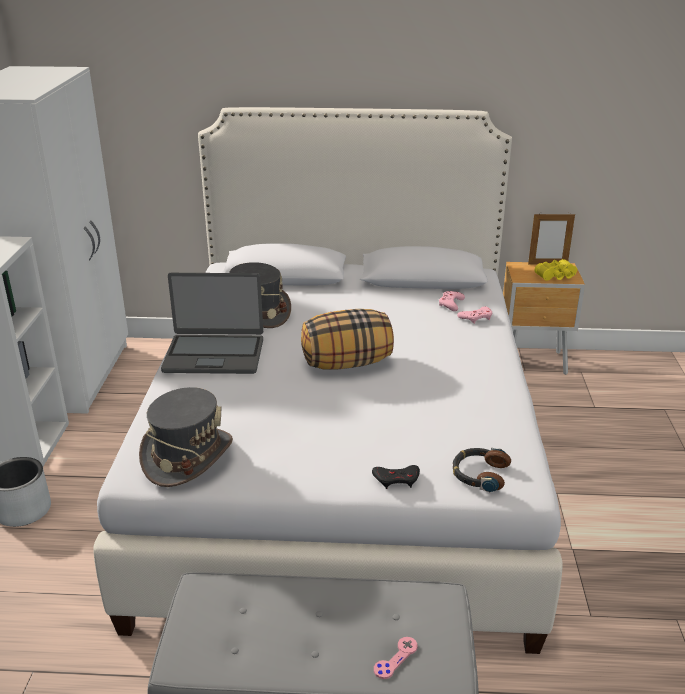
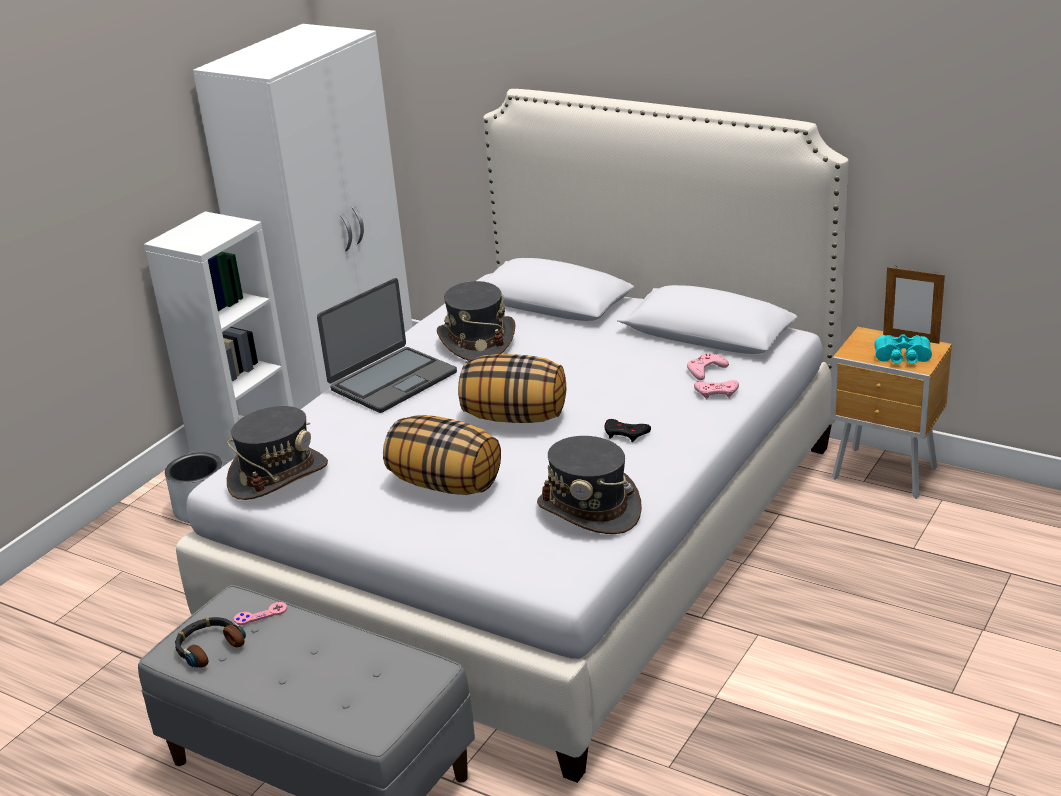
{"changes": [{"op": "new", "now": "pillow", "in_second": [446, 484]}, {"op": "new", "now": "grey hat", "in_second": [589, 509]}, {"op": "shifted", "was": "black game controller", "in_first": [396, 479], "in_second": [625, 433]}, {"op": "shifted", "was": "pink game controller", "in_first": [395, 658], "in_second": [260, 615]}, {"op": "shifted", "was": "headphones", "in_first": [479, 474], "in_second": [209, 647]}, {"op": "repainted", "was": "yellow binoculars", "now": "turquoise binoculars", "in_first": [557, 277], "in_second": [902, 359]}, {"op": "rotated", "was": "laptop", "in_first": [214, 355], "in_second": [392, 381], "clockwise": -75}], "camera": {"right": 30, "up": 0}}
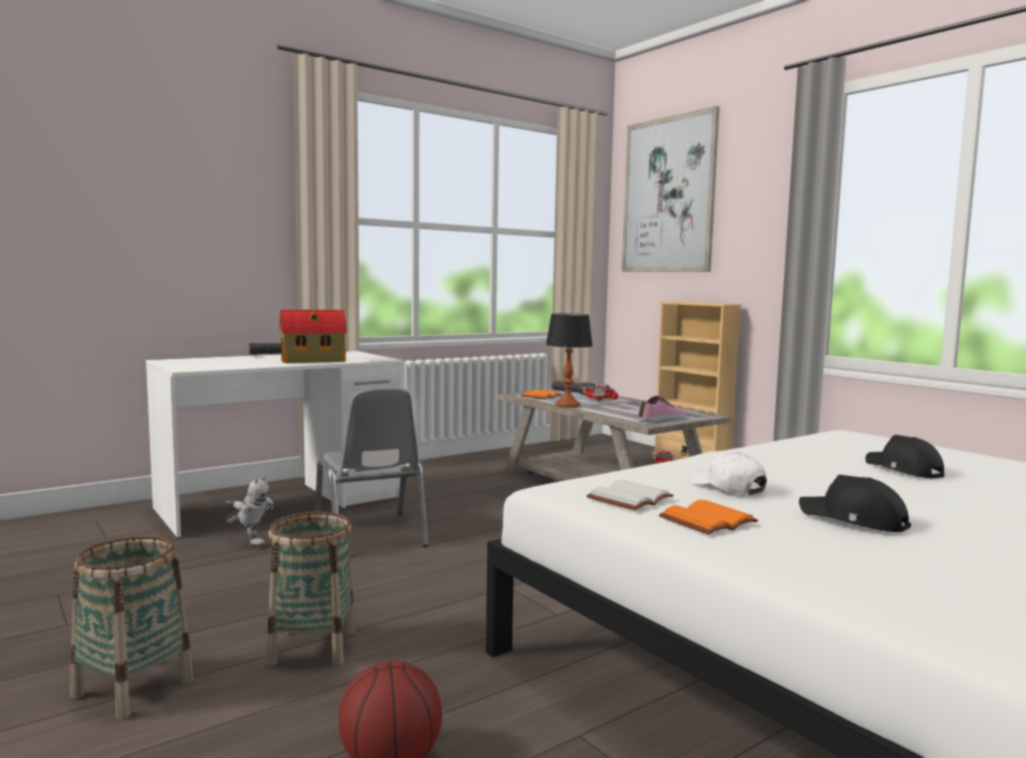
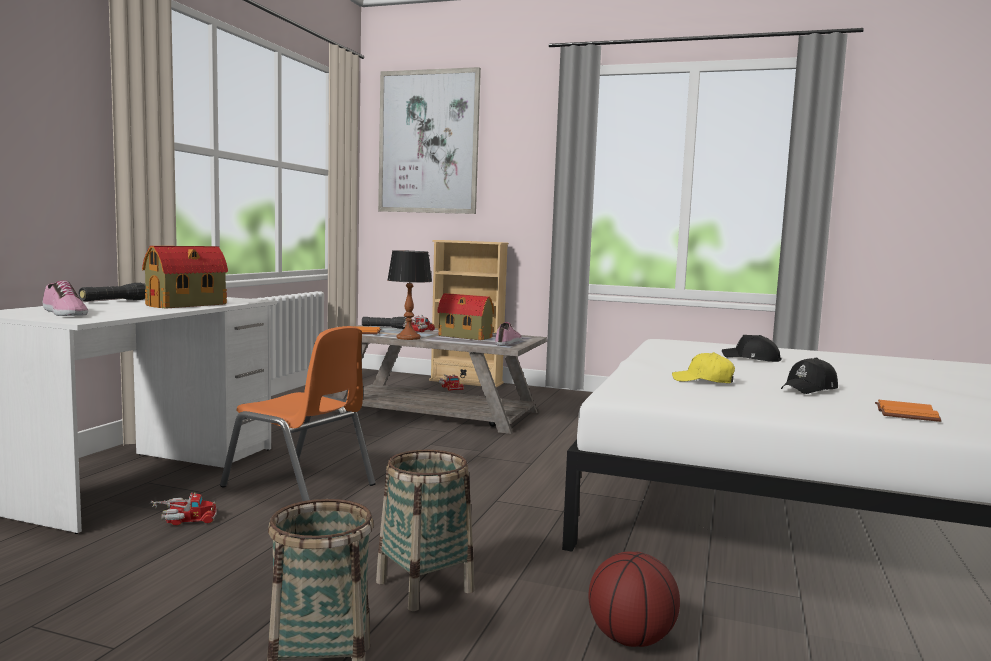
{"changes": [{"op": "gone", "was": "white book", "in_first": [631, 499]}, {"op": "new", "now": "shoe", "in_second": [63, 313]}, {"op": "new", "now": "toy house", "in_second": [466, 337]}, {"op": "shifted", "was": "orange book", "in_first": [707, 520], "in_second": [904, 413]}, {"op": "swapped", "was": "toy robot", "now": "toy truck", "in_first": [251, 543], "in_second": [183, 519]}, {"op": "repainted", "was": "grey chair", "now": "orange chair", "in_first": [370, 534], "in_second": [300, 486]}, {"op": "repainted", "was": "white cap", "now": "yellow cap", "in_first": [727, 487], "in_second": [703, 381]}, {"op": "rotated", "was": "black cap", "in_first": [853, 520], "in_second": [810, 389], "clockwise": -45}], "camera": {"right": -35, "up": 0}}
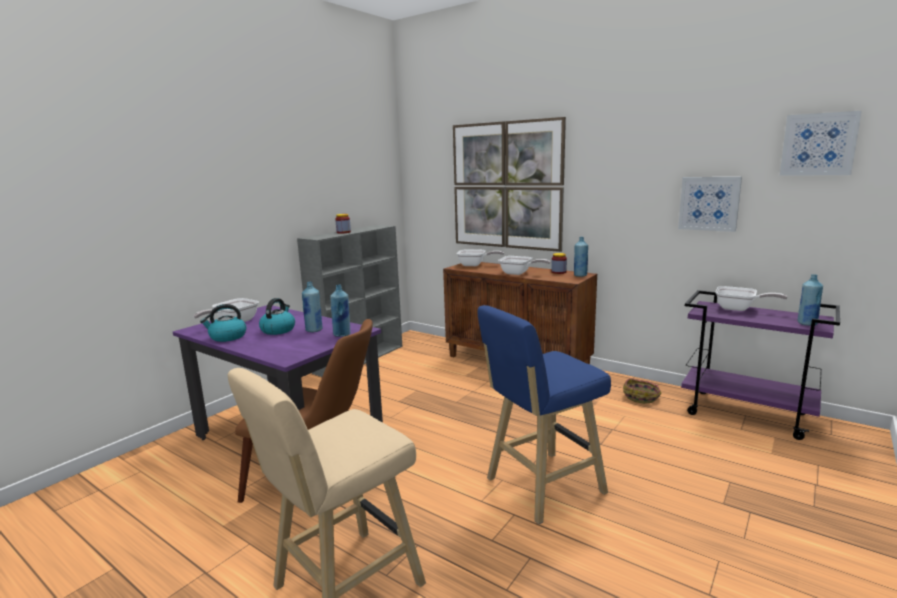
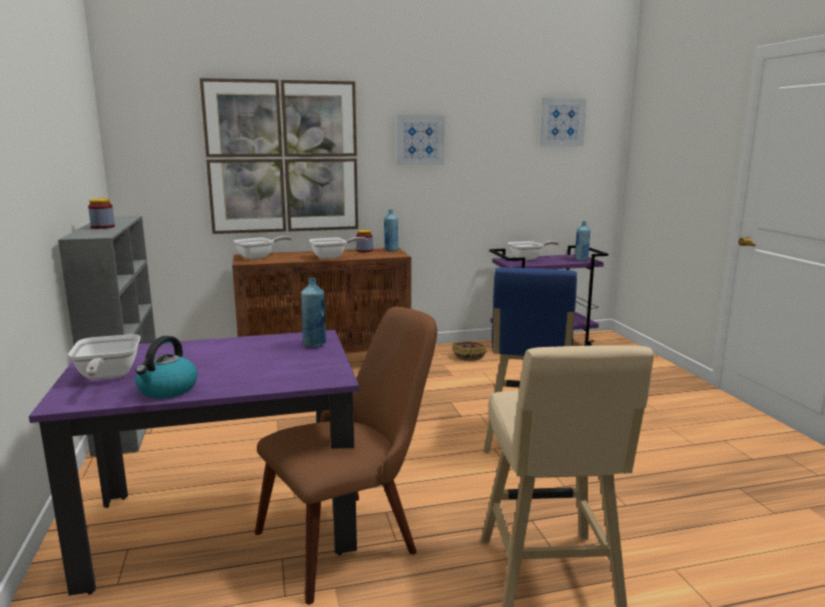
{"changes": [{"op": "gone", "was": "kettle", "in_first": [278, 330]}, {"op": "gone", "was": "blue bottle", "in_first": [314, 330]}, {"op": "shifted", "was": "picture", "in_first": [709, 203], "in_second": [420, 140]}], "camera": {"right": -50, "up": 0}}
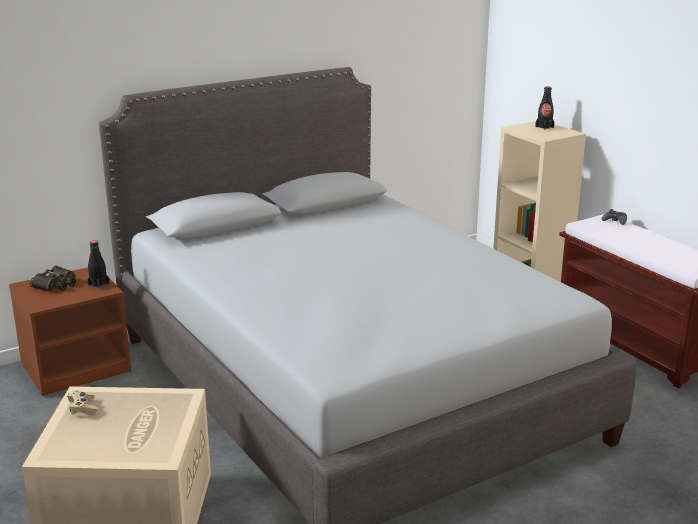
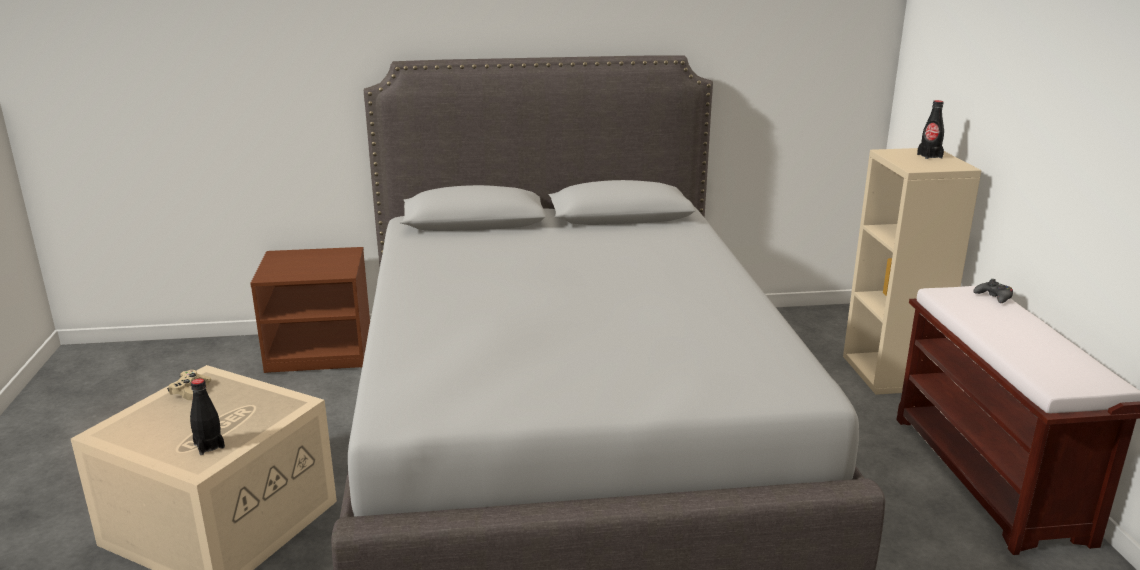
{"changes": [{"op": "gone", "was": "binoculars", "in_first": [56, 285]}, {"op": "shifted", "was": "black bottle", "in_first": [98, 284], "in_second": [209, 446]}], "camera": {"right": 25, "up": 0}}
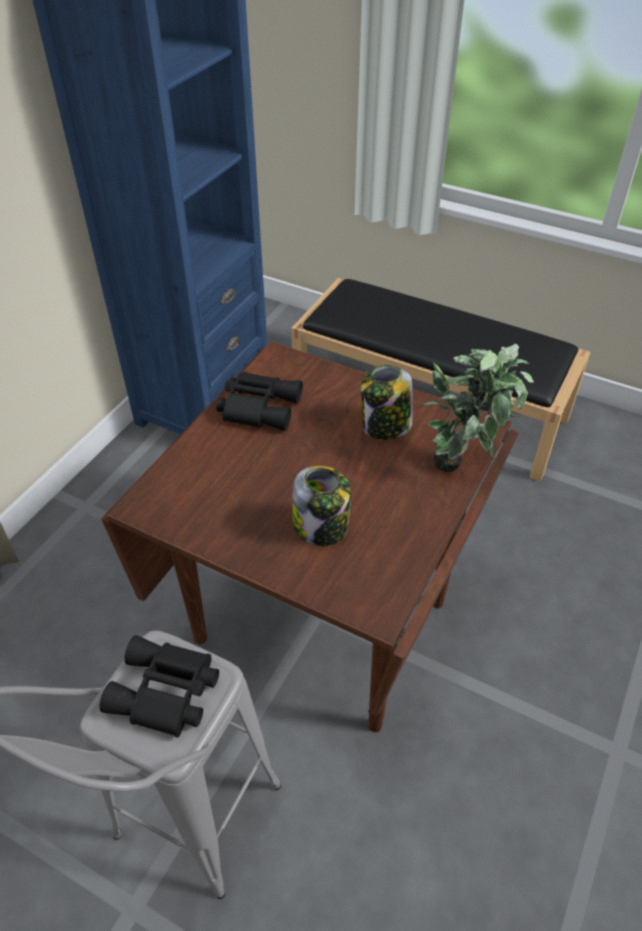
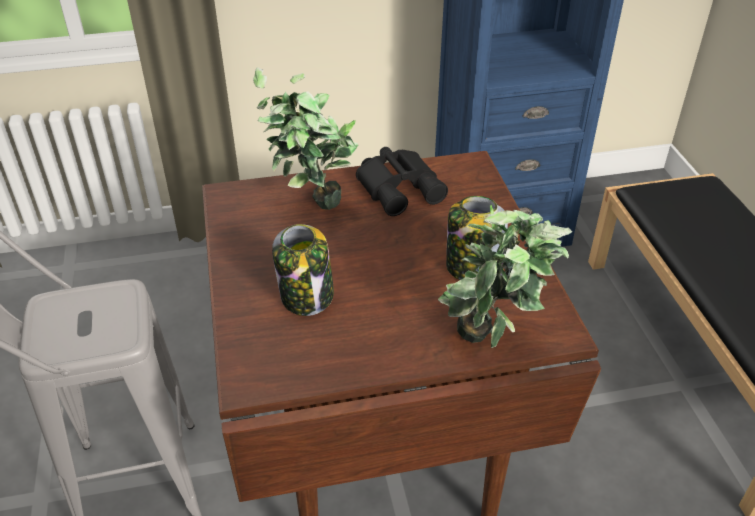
{"changes": [{"op": "gone", "was": "black binoculars", "in_first": [165, 694]}, {"op": "new", "now": "potted plant", "in_second": [311, 209]}], "camera": {"right": 50, "up": -5}}
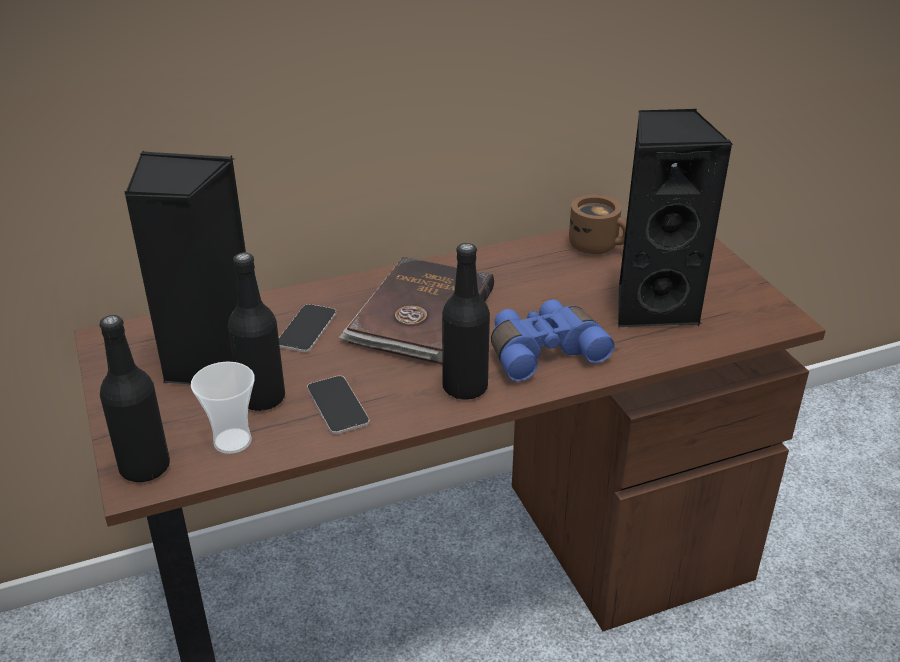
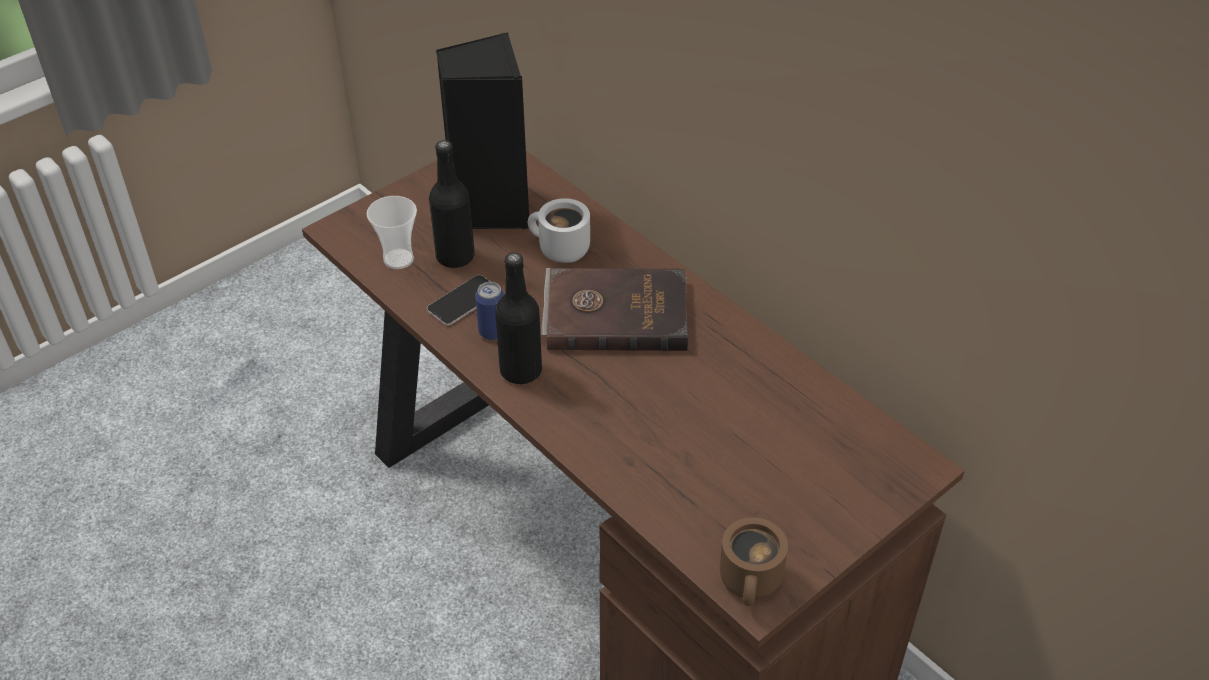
{"changes": [{"op": "gone", "was": "black bottle", "in_first": [145, 467]}, {"op": "gone", "was": "blue binoculars", "in_first": [543, 351]}, {"op": "gone", "was": "black speaker", "in_first": [653, 306]}, {"op": "new", "now": "can", "in_second": [492, 332]}, {"op": "shifted", "was": "brown mug", "in_first": [598, 245], "in_second": [752, 583]}, {"op": "swapped", "was": "phone", "now": "white mug", "in_first": [306, 329], "in_second": [559, 250]}], "camera": {"right": 70, "up": 10}}
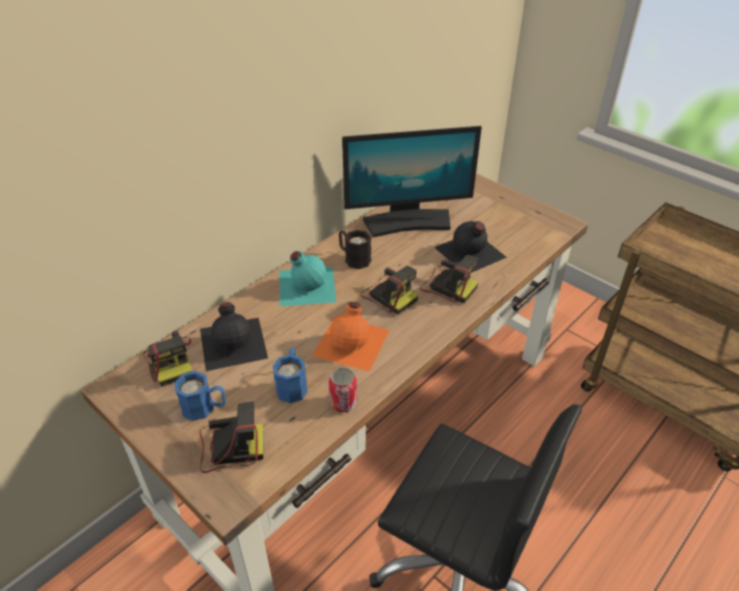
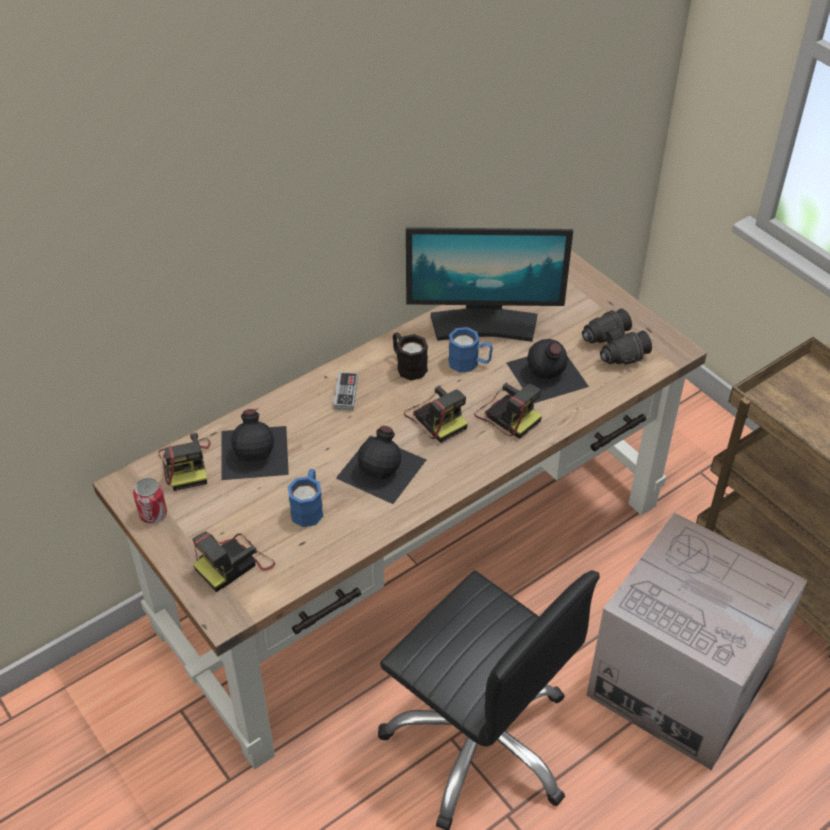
{"changes": [{"op": "new", "now": "black binoculars", "in_second": [613, 348]}, {"op": "new", "now": "cardboard box", "in_second": [680, 682]}, {"op": "shifted", "was": "blue mug", "in_first": [204, 408], "in_second": [469, 363]}, {"op": "shifted", "was": "can", "in_first": [343, 403], "in_second": [153, 514]}, {"op": "swapped", "was": "turquoise bottle", "now": "game controller", "in_first": [306, 285], "in_second": [346, 393]}, {"op": "repainted", "was": "orange bottle", "now": "black bottle", "in_first": [352, 342], "in_second": [383, 468]}, {"op": "rotated", "was": "photo camera", "in_first": [229, 448], "in_second": [234, 564], "clockwise": 135}], "camera": {"right": 10, "up": 5}}
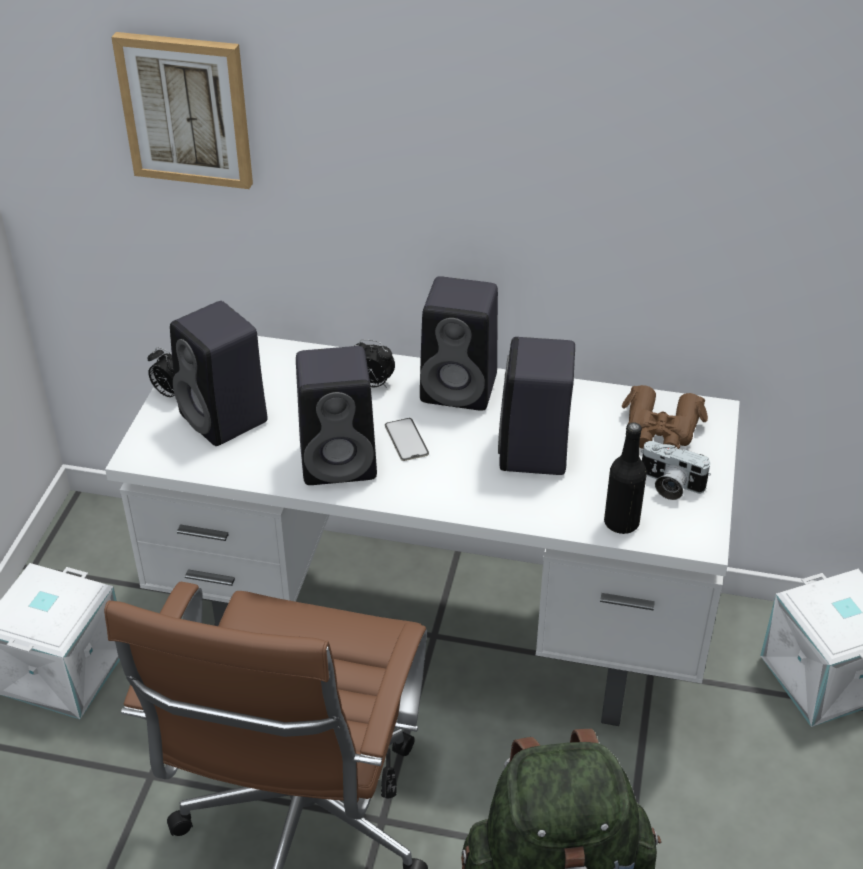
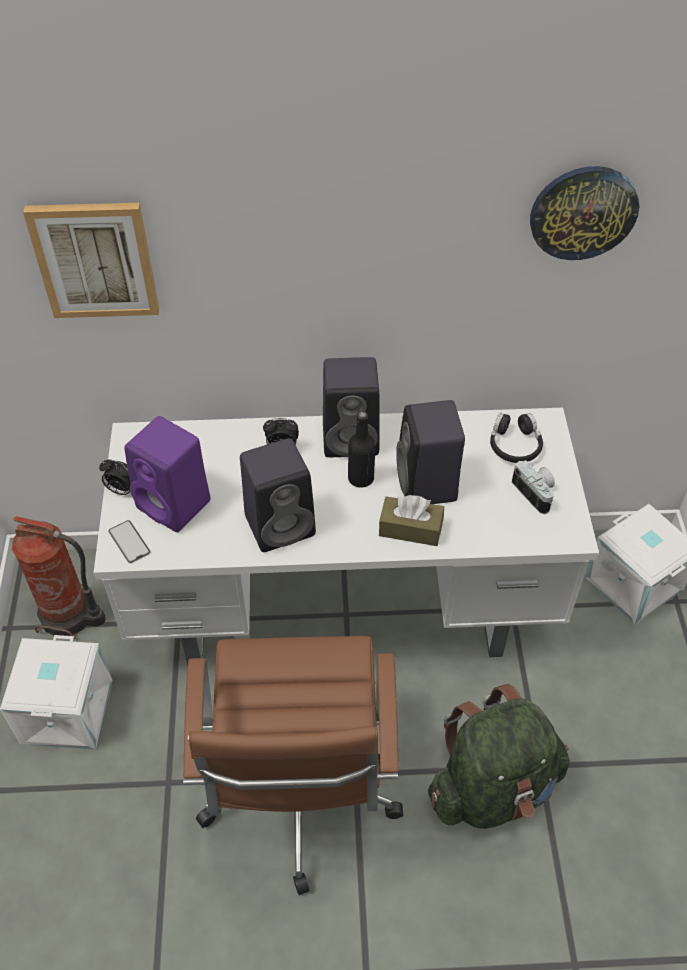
{"changes": [{"op": "new", "now": "fire extinguisher", "in_second": [69, 616]}, {"op": "new", "now": "brown tissue box", "in_second": [410, 529]}, {"op": "new", "now": "wall clock", "in_second": [583, 212]}, {"op": "shifted", "was": "phone", "in_first": [406, 440], "in_second": [129, 542]}, {"op": "shifted", "was": "black bottle", "in_first": [621, 523], "in_second": [361, 478]}, {"op": "swapped", "was": "brown binoculars", "now": "black headphones", "in_first": [661, 429], "in_second": [514, 445]}, {"op": "repainted", "was": "black speaker", "now": "purple speaker", "in_first": [226, 419], "in_second": [176, 505]}, {"op": "rotated", "was": "photo camera", "in_first": [669, 485], "in_second": [536, 493], "clockwise": -135}], "camera": {"right": -15, "up": 10}}
